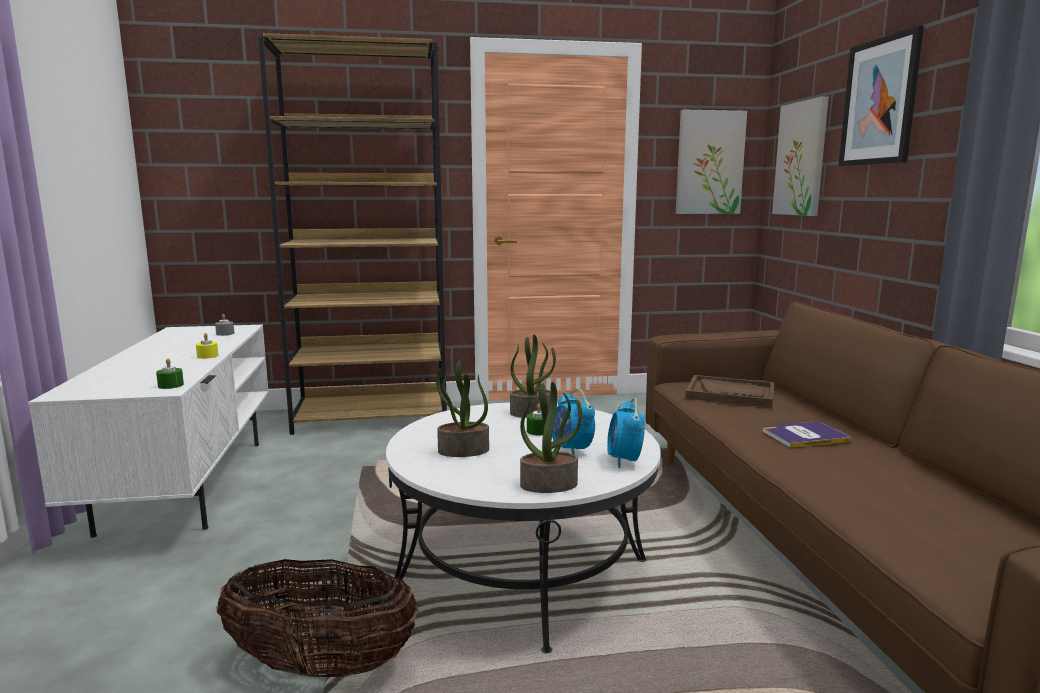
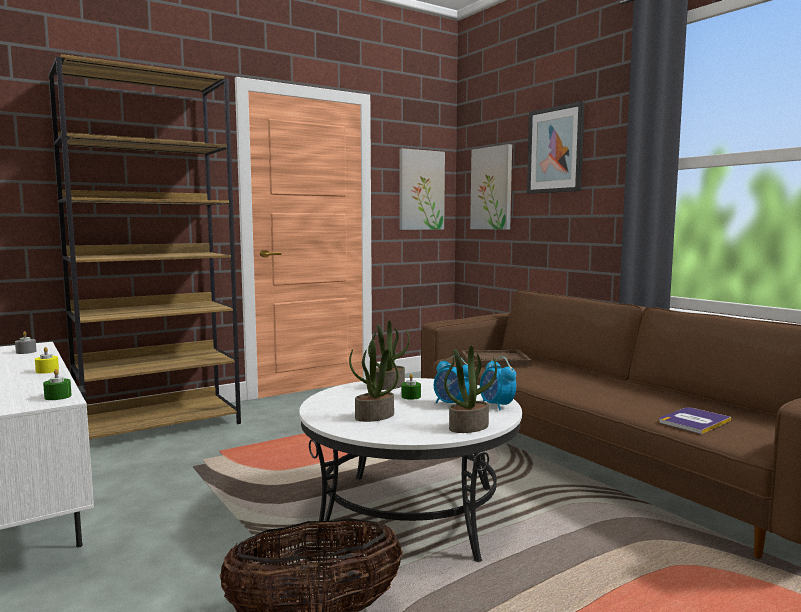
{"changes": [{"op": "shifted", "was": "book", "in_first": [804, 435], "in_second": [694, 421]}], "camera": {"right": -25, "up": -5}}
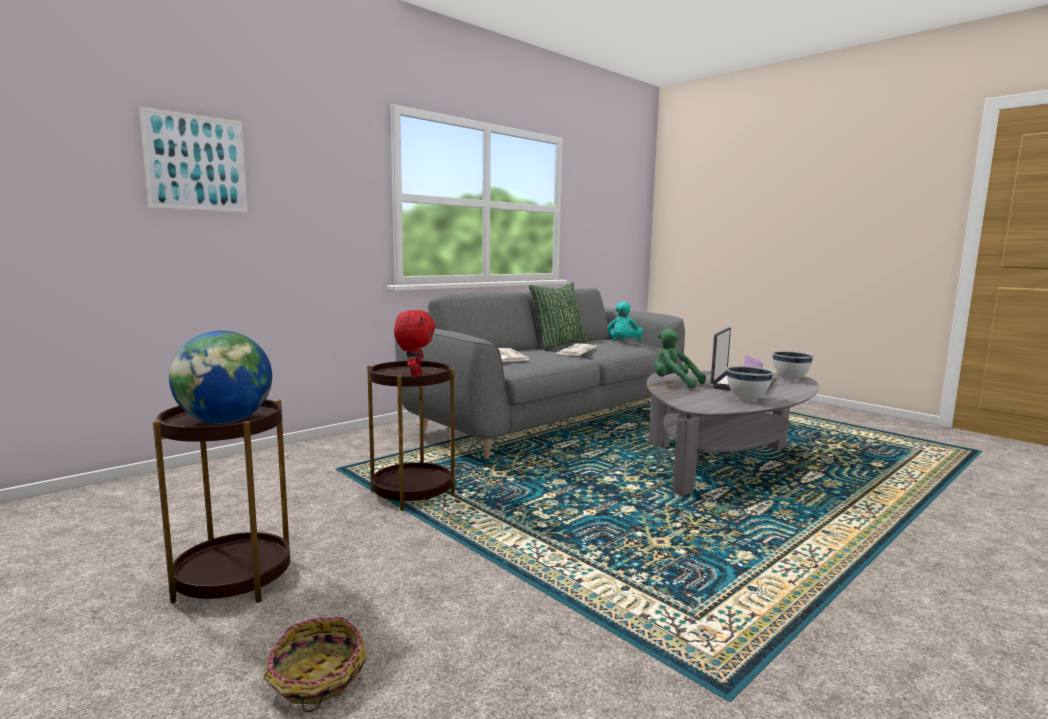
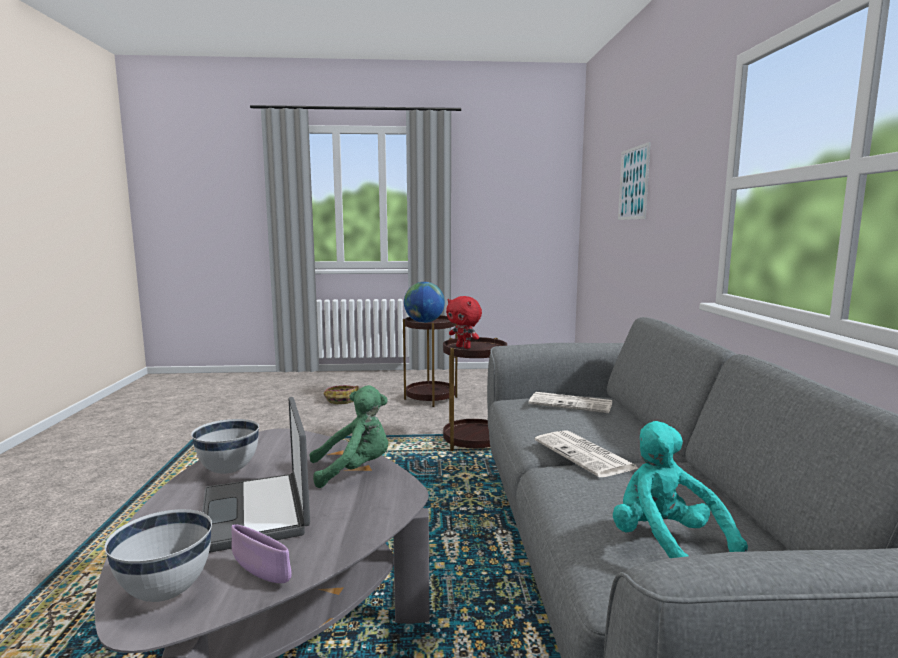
{"changes": [{"op": "gone", "was": "green pillow", "in_first": [558, 344]}], "camera": {"right": 130, "up": 0}}
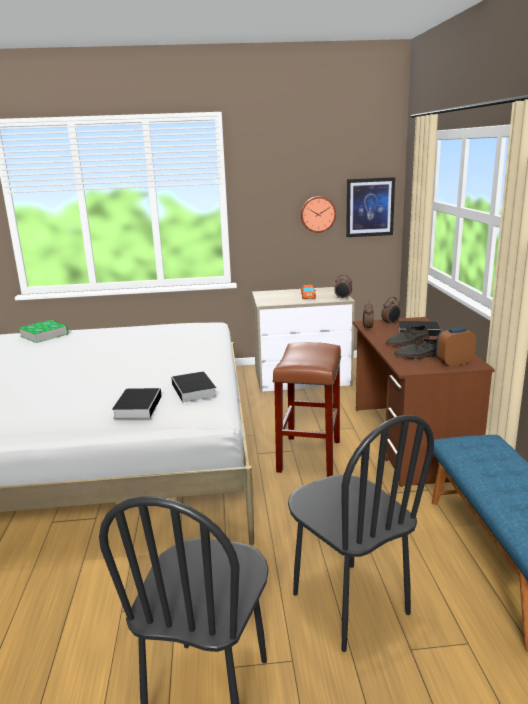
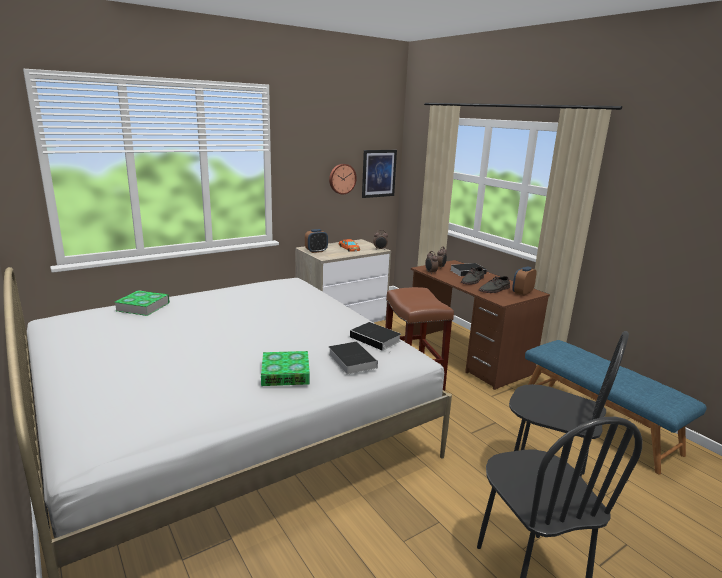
{"changes": [{"op": "new", "now": "book", "in_second": [285, 373]}, {"op": "new", "now": "alarm clock", "in_second": [316, 251]}], "camera": {"right": -30, "up": 0}}
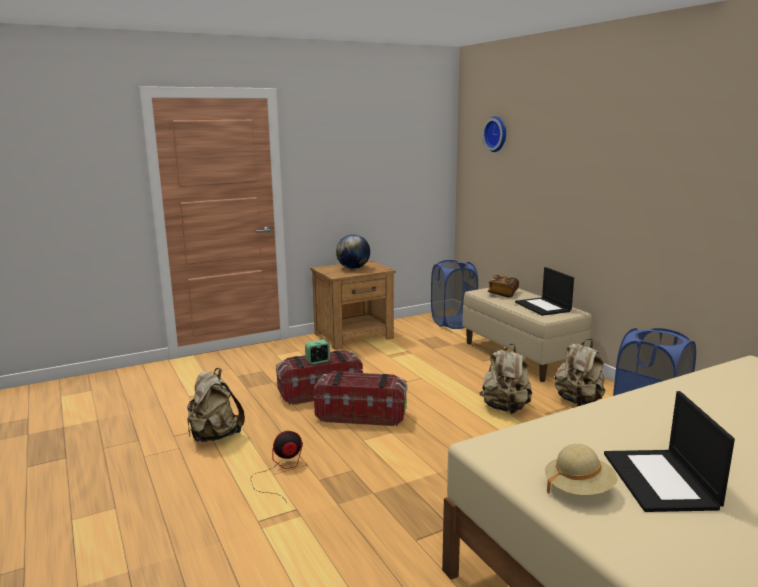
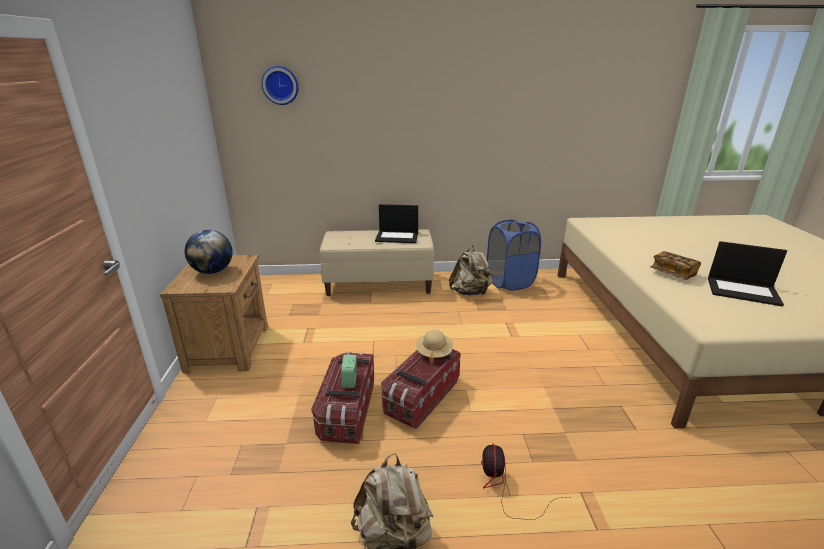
{"changes": [{"op": "gone", "was": "blue laundry basket", "in_first": [453, 323]}, {"op": "gone", "was": "beige backpack", "in_first": [505, 408]}, {"op": "shifted", "was": "book", "in_first": [503, 293], "in_second": [673, 273]}, {"op": "shifted", "was": "beige hat", "in_first": [578, 489], "in_second": [434, 353]}], "camera": {"right": -65, "up": 10}}
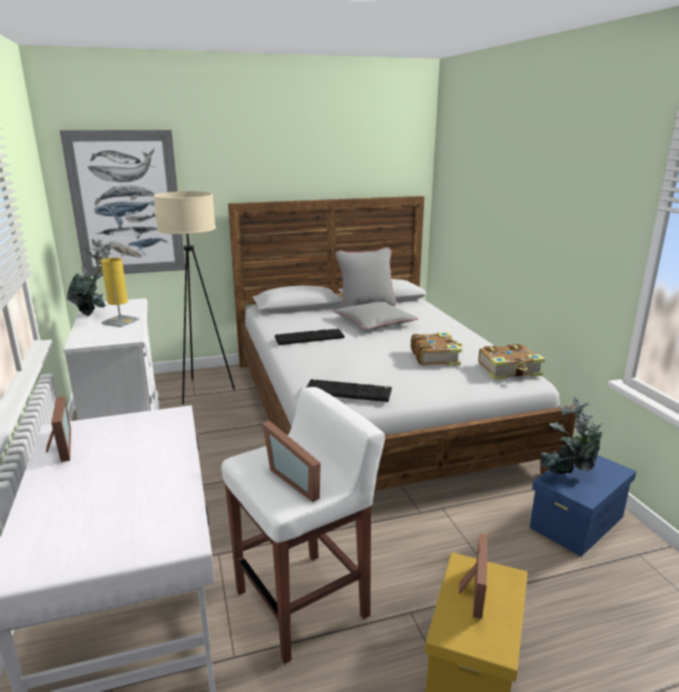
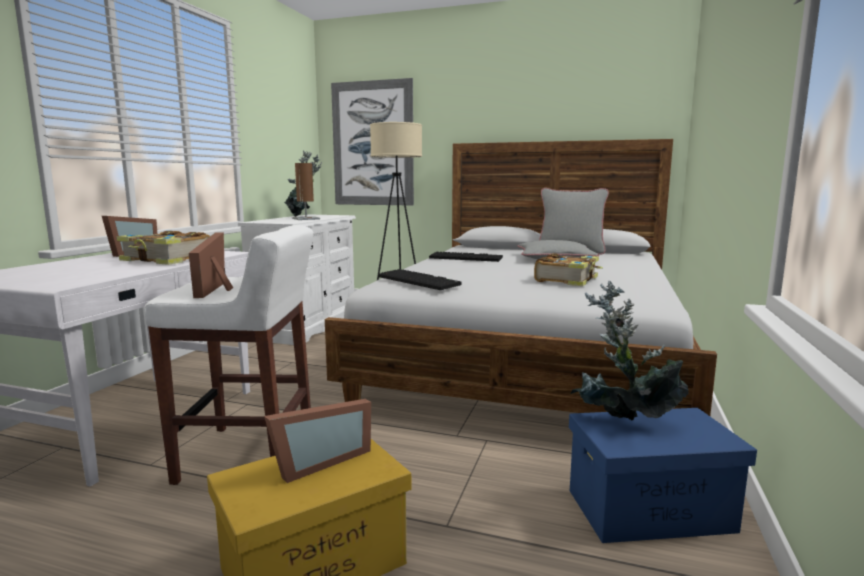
{"changes": [{"op": "shifted", "was": "book", "in_first": [510, 370], "in_second": [167, 260]}, {"op": "repainted", "was": "yellow table lamp", "now": "brown table lamp", "in_first": [120, 321], "in_second": [306, 219]}], "camera": {"right": 35, "up": -10}}
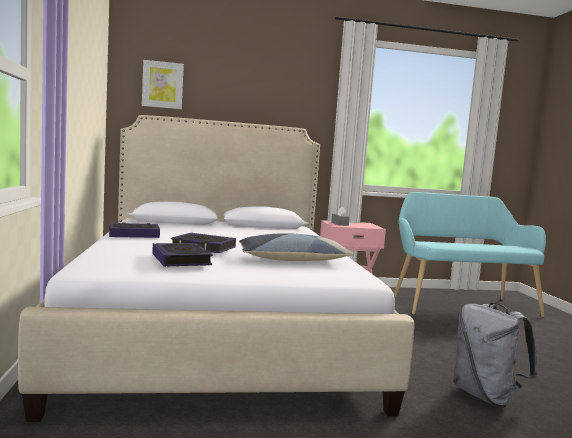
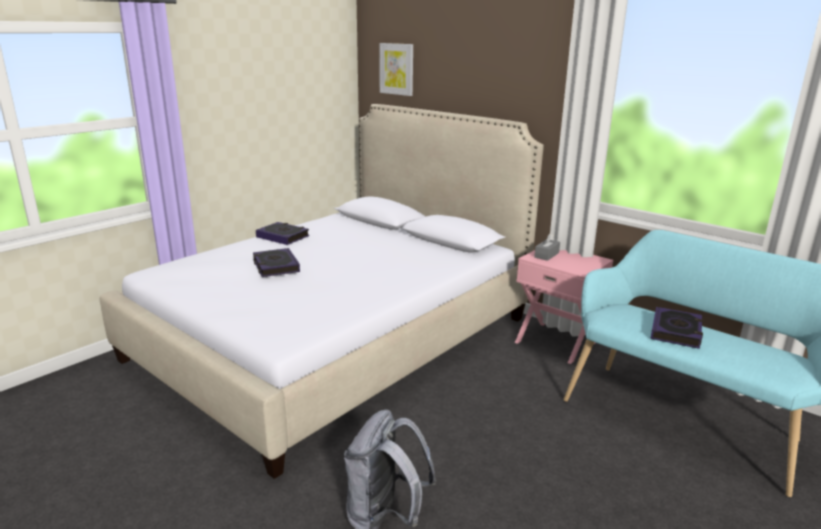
{"changes": [{"op": "gone", "was": "pillow", "in_first": [292, 260]}, {"op": "shifted", "was": "book", "in_first": [181, 260], "in_second": [676, 332]}], "camera": {"right": 50, "up": 15}}
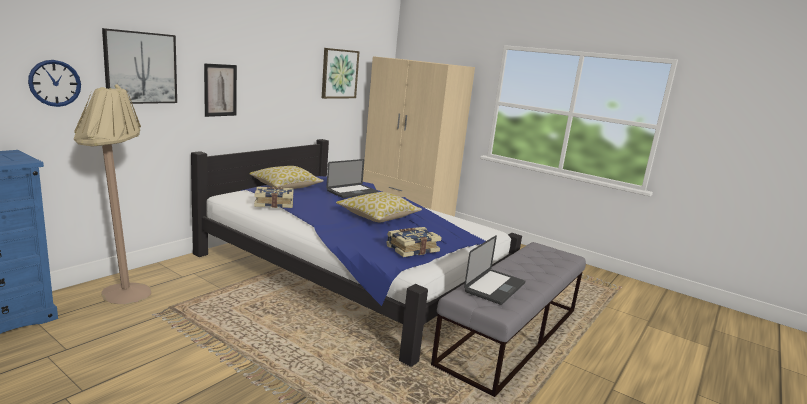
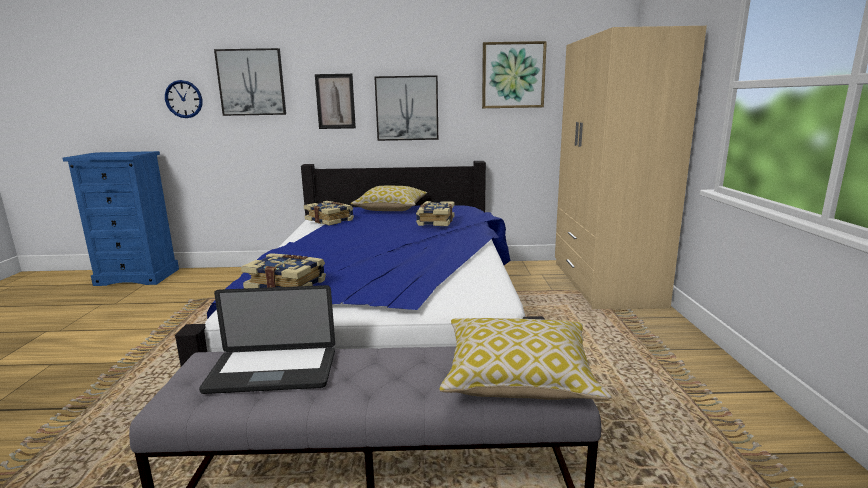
{"changes": [{"op": "gone", "was": "beige floor lamp", "in_first": [120, 299]}, {"op": "new", "now": "picture", "in_second": [407, 108]}, {"op": "shifted", "was": "pillow", "in_first": [378, 216], "in_second": [518, 377]}, {"op": "swapped", "was": "laptop", "now": "book", "in_first": [352, 192], "in_second": [435, 221]}], "camera": {"right": 55, "up": 0}}
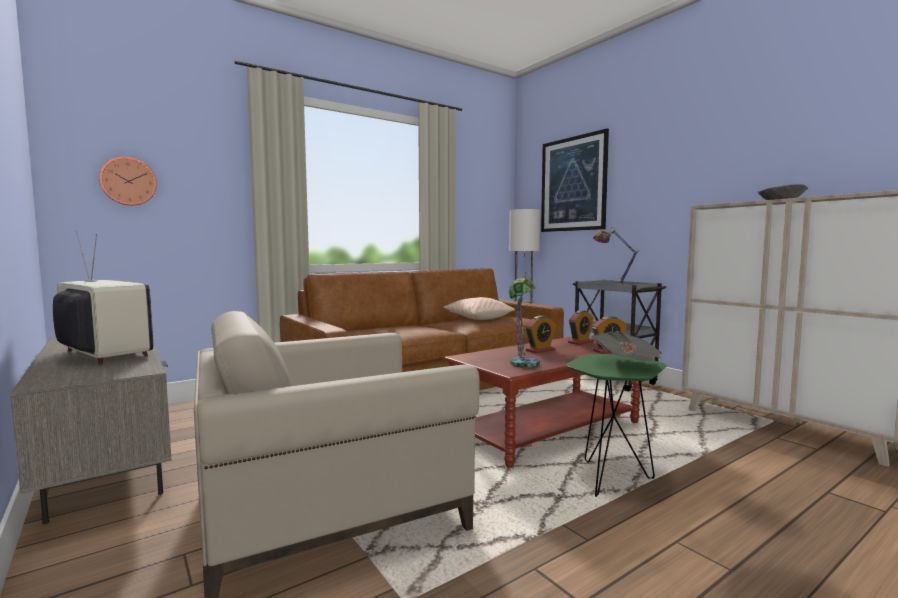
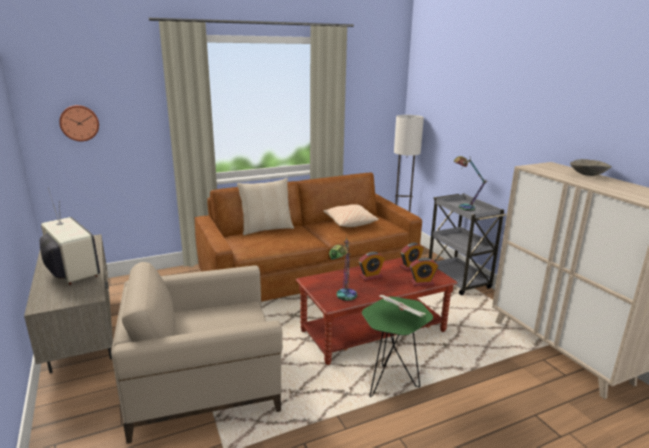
{"changes": [{"op": "gone", "was": "picture", "in_first": [573, 184]}, {"op": "new", "now": "beige pillow", "in_second": [266, 229]}], "camera": {"right": 10, "up": 15}}
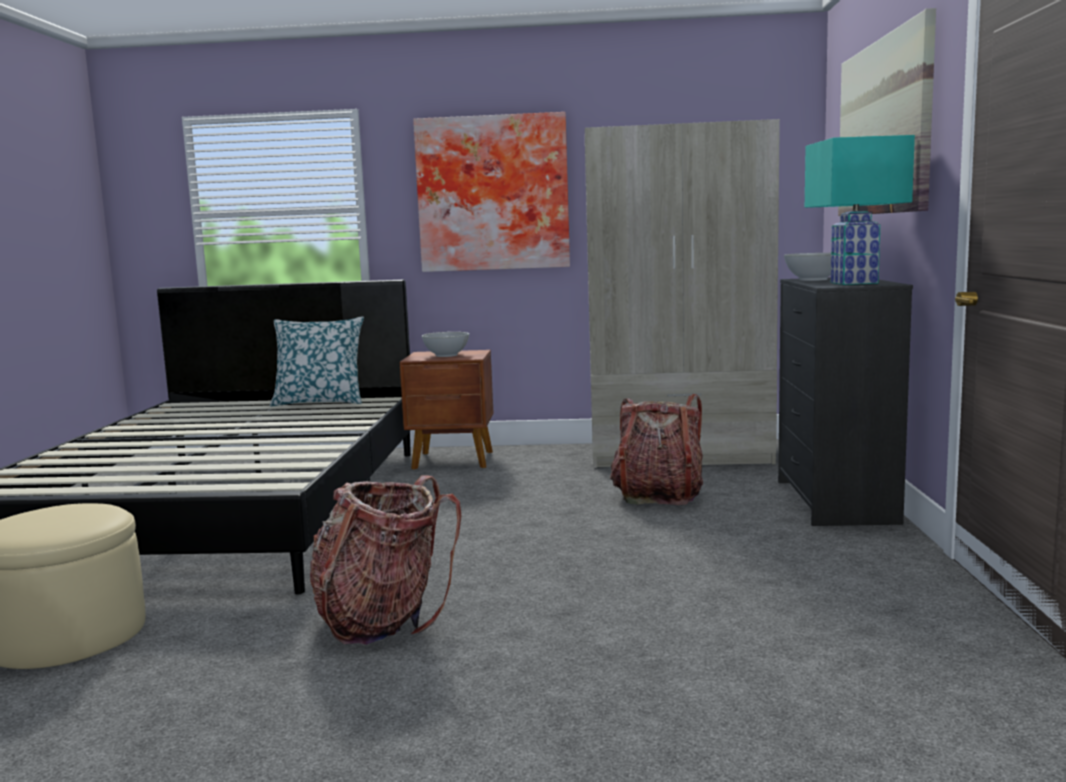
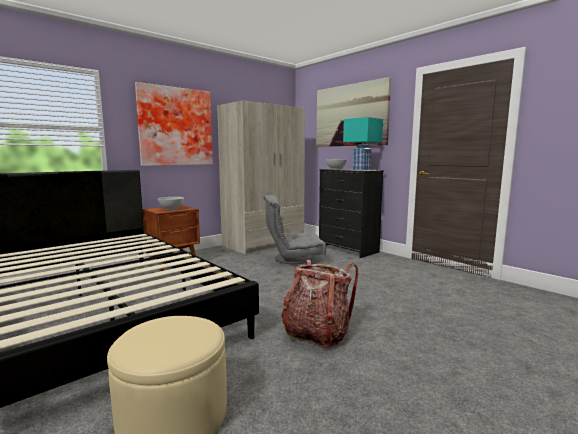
{"changes": [{"op": "gone", "was": "pillow", "in_first": [320, 402]}, {"op": "swapped", "was": "backpack", "now": "grey armchair", "in_first": [658, 495], "in_second": [293, 259]}], "camera": {"right": -45, "up": 0}}
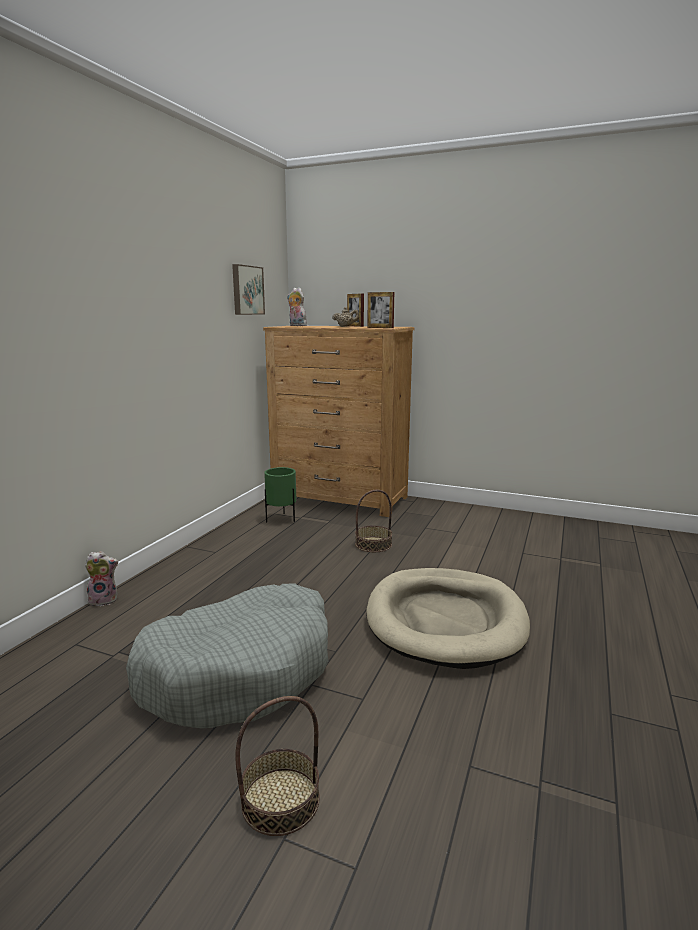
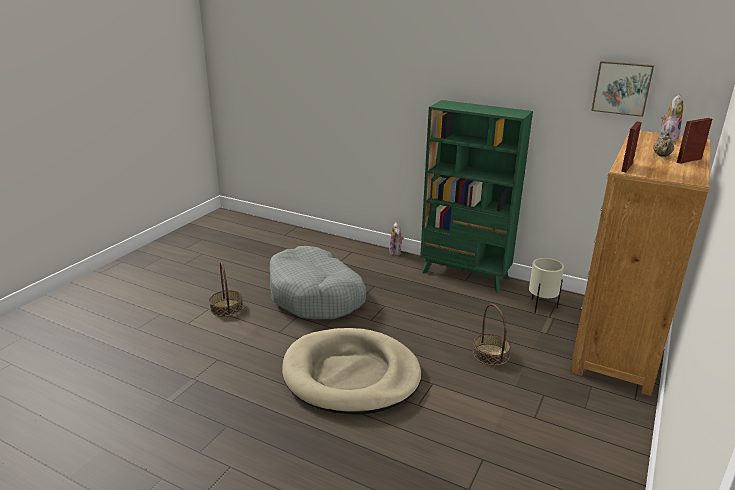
{"changes": [{"op": "new", "now": "green bookcase", "in_second": [465, 275]}, {"op": "repainted", "was": "green planter", "now": "beige planter", "in_first": [281, 519], "in_second": [541, 307]}], "camera": {"right": 95, "up": 10}}
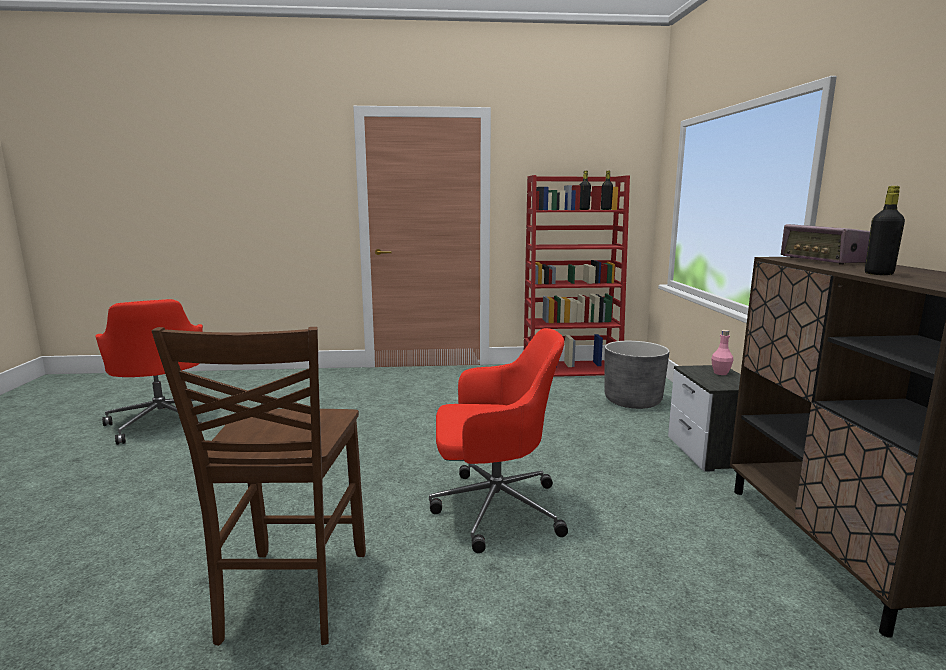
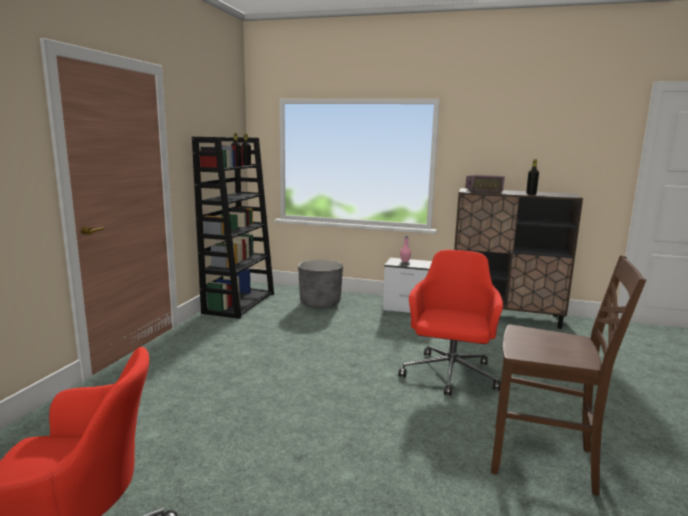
{"changes": [{"op": "repainted", "was": "red bookcase", "now": "black bookcase", "in_first": [572, 370], "in_second": [239, 303]}], "camera": {"right": -70, "up": 0}}
